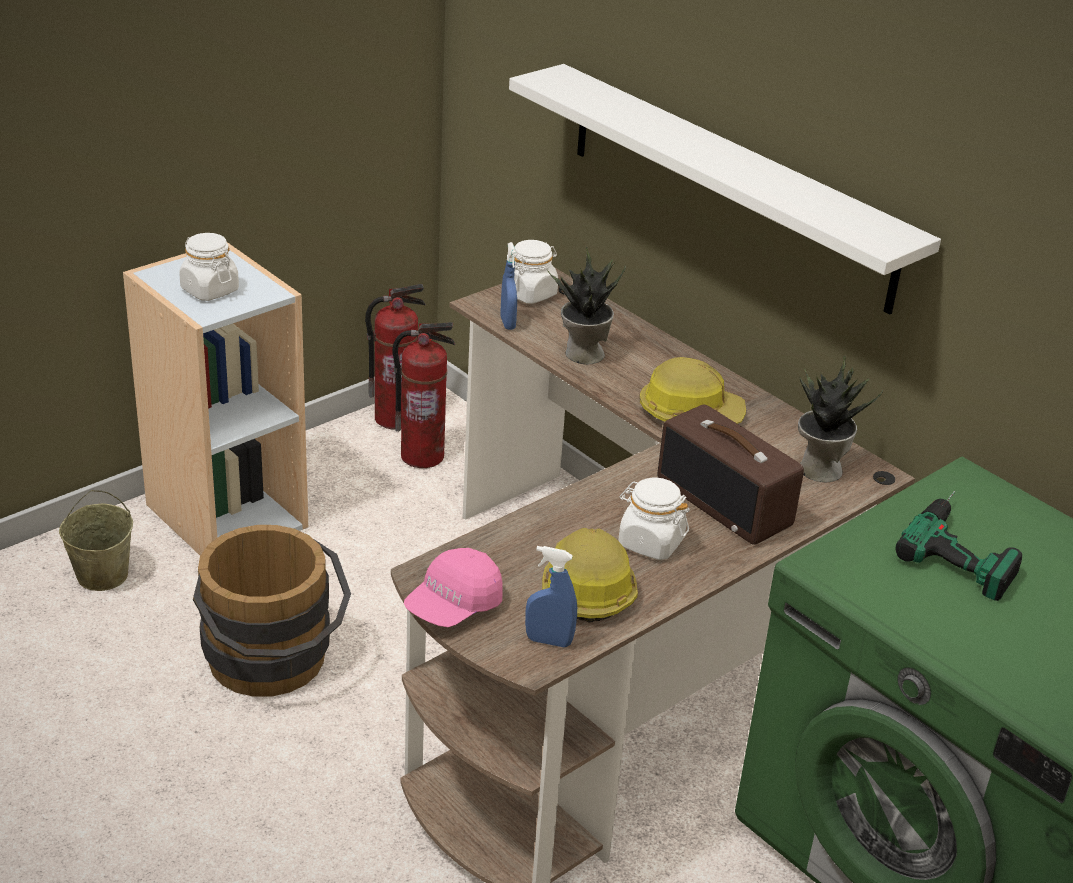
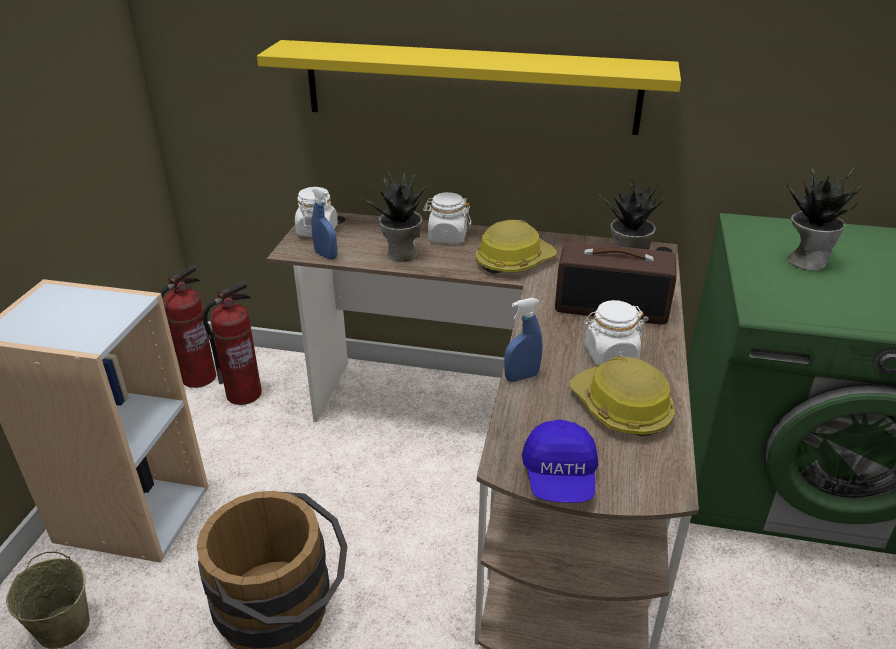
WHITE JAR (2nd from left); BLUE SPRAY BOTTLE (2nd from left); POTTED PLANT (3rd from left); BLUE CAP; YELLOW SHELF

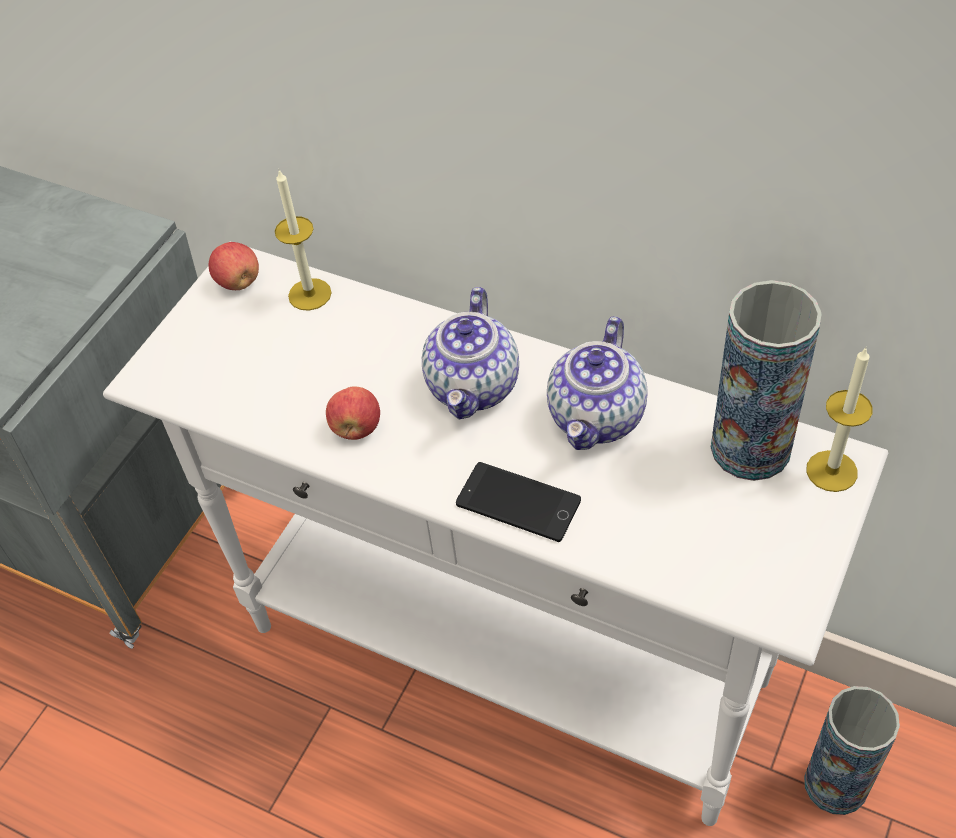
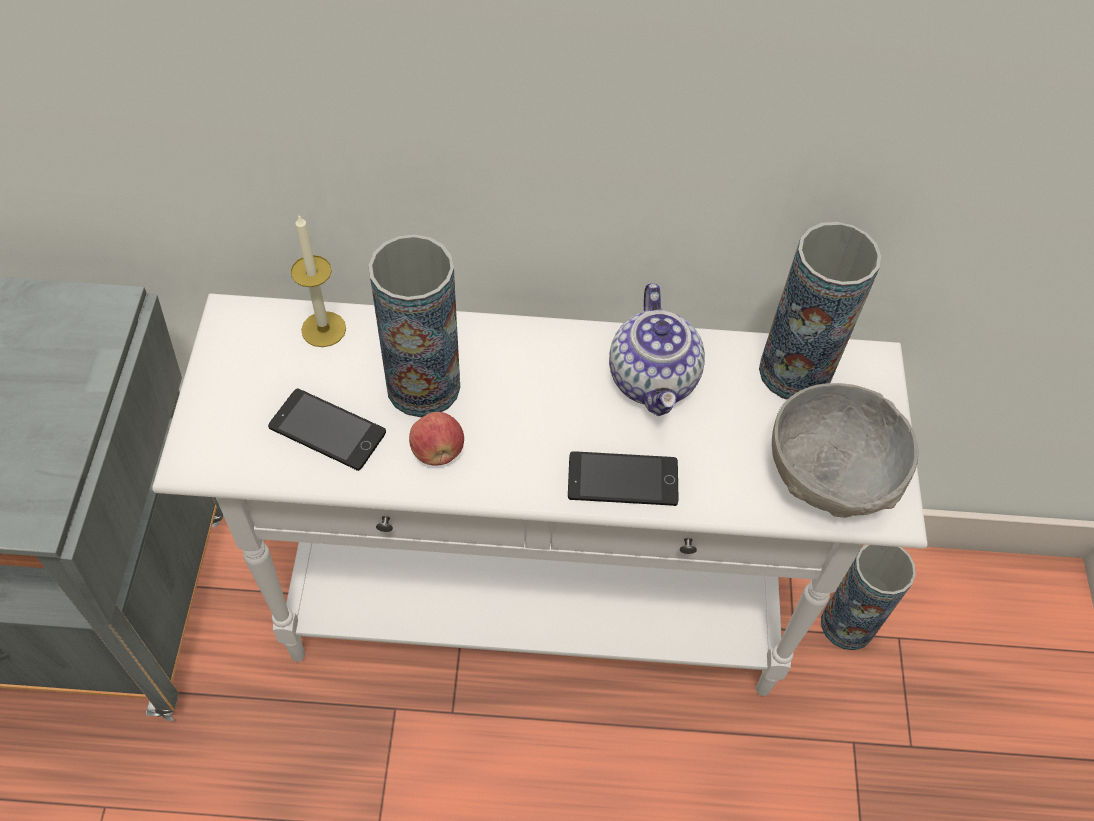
APPLE (1st from left in the first image); TEAPOT (1st from left in the first image); CANDLE (2nd from left in the first image); PHONE (1st from left); VASE (1st from left); GREY BOWL

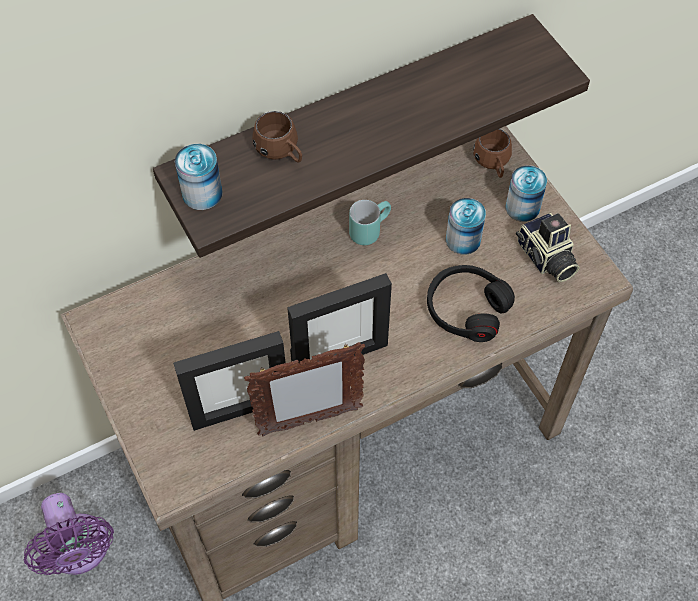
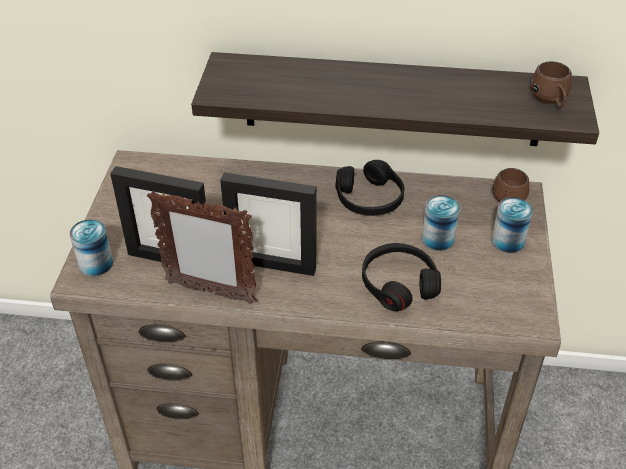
PURPLE FAN; PHOTO CAMERA; CAN (1st from left); BROWN MUG (2nd from left); BLACK HEADPHONES (1st from left)

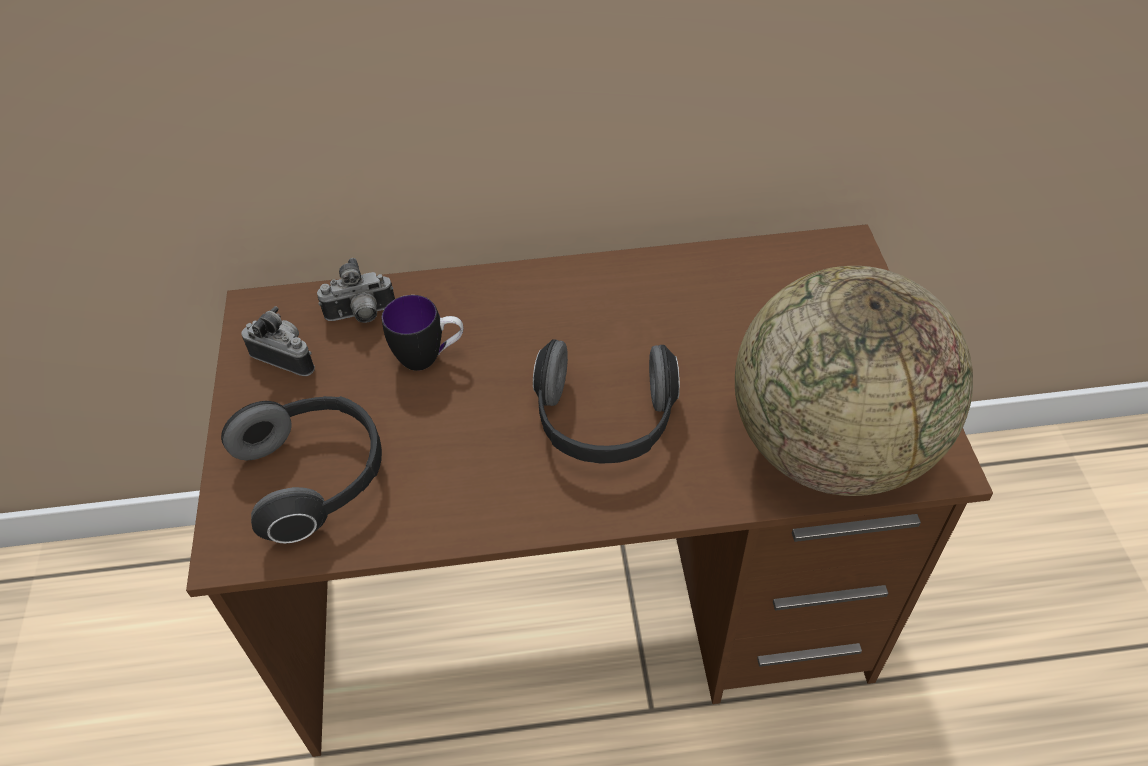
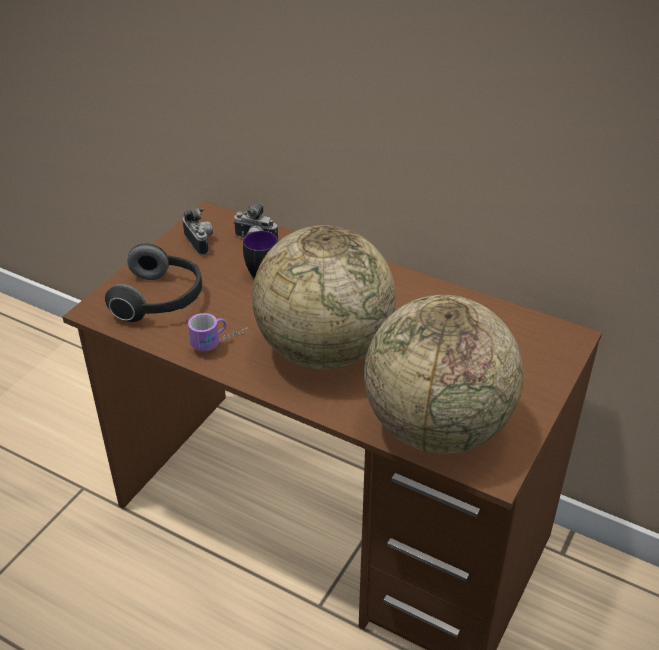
MUG (1st from left); GLOBE (1st from left)

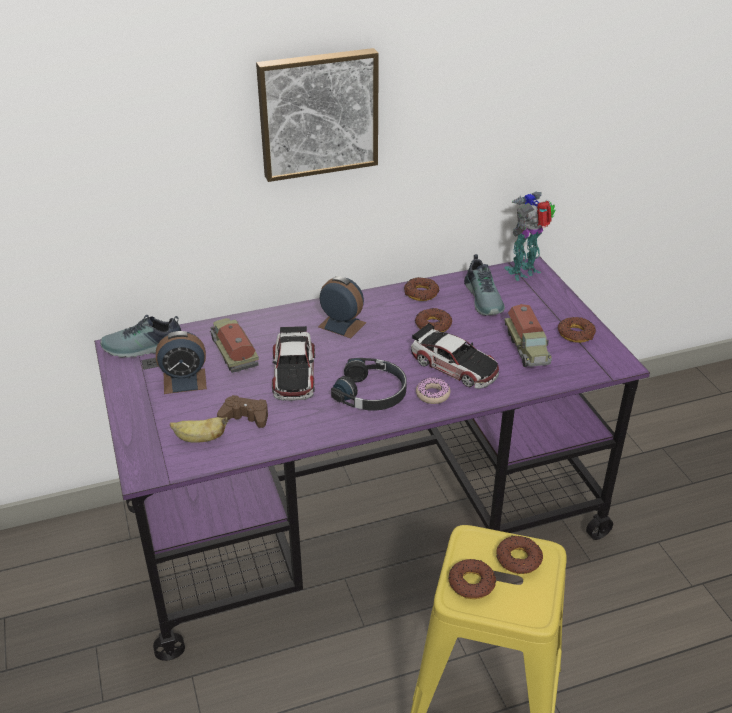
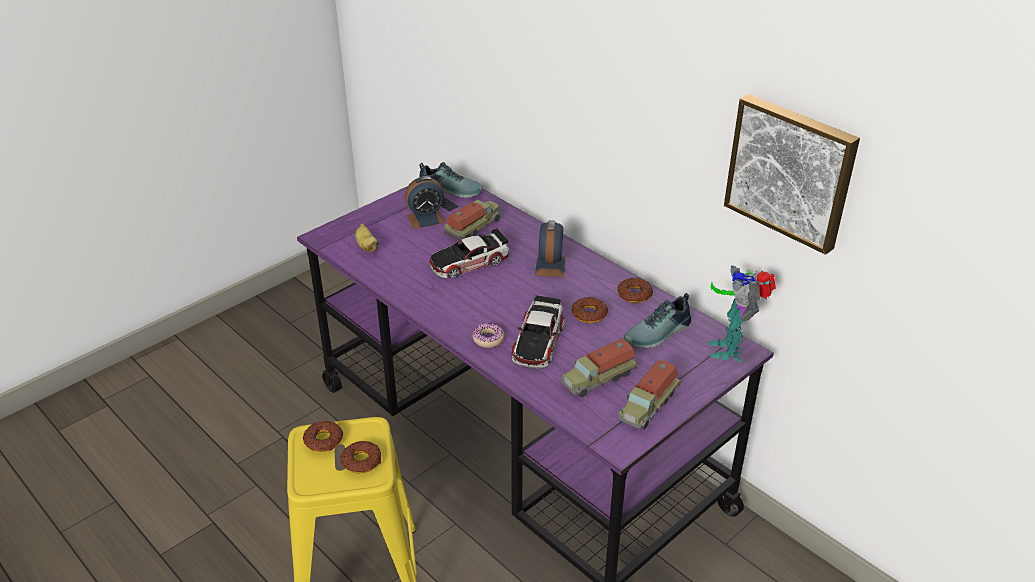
BROWN GAME CONTROLLER; BLACK HEADPHONES; PICTURE; TOY TRUCK (3rd from left); SHOE (1st from left); ALARM CLOCK (1st from left); TOY ROBOT

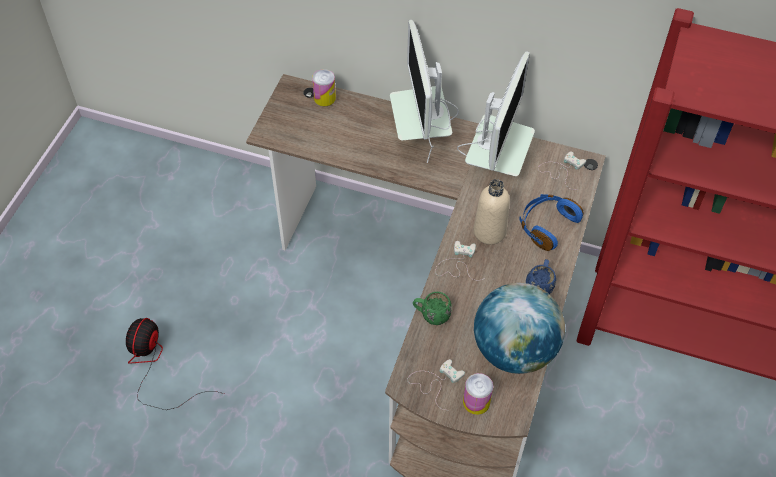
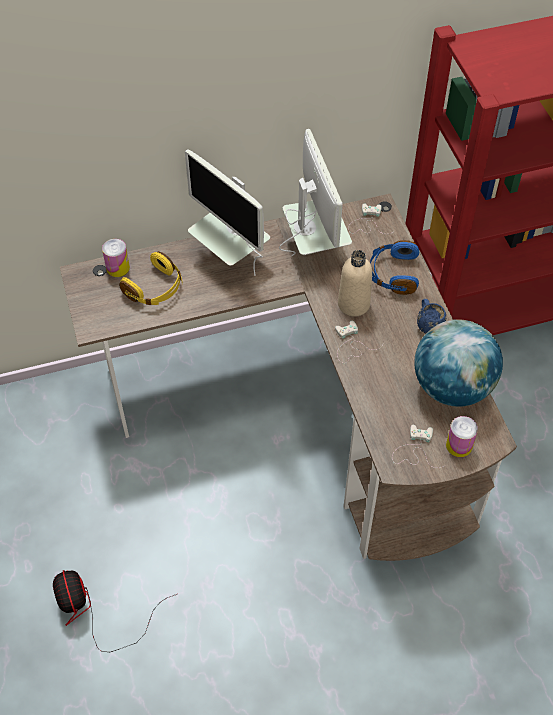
GREEN MUG; YELLOW HEADPHONES

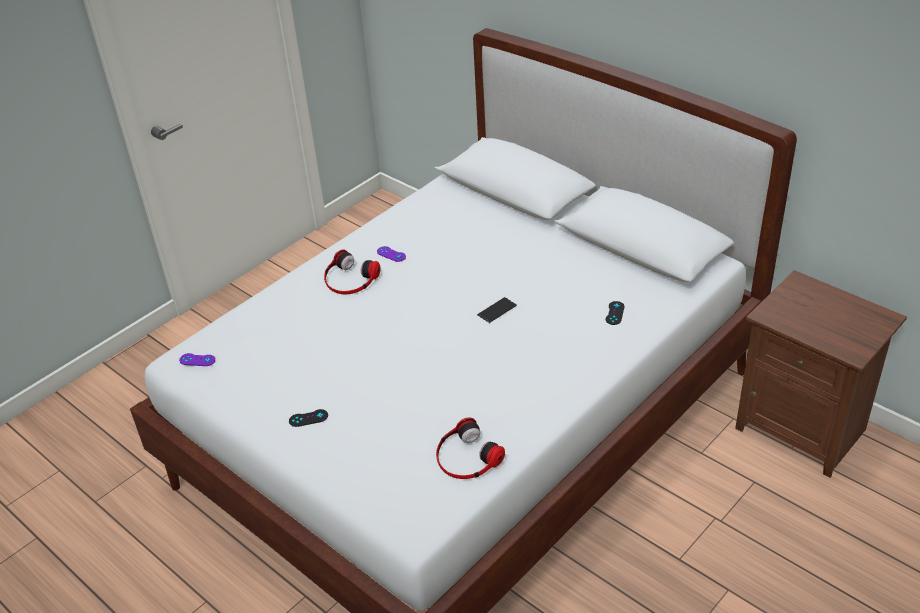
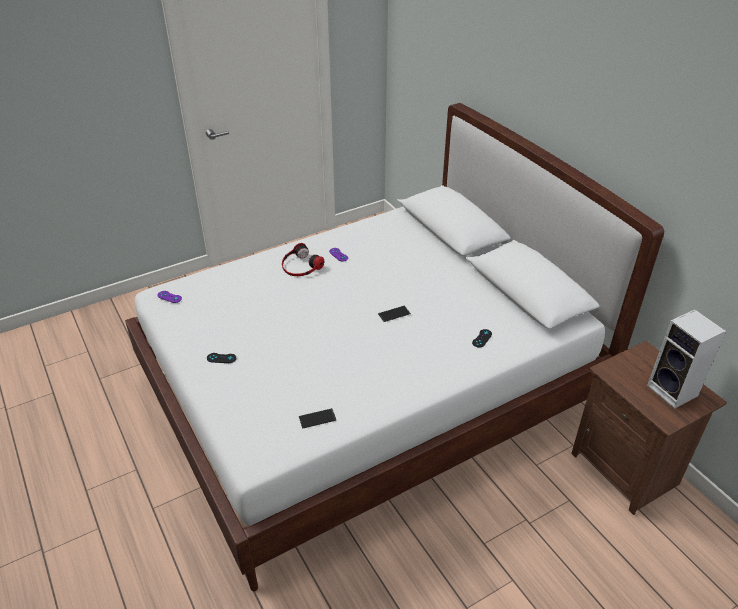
SPEAKER; PHONE (1st from left)

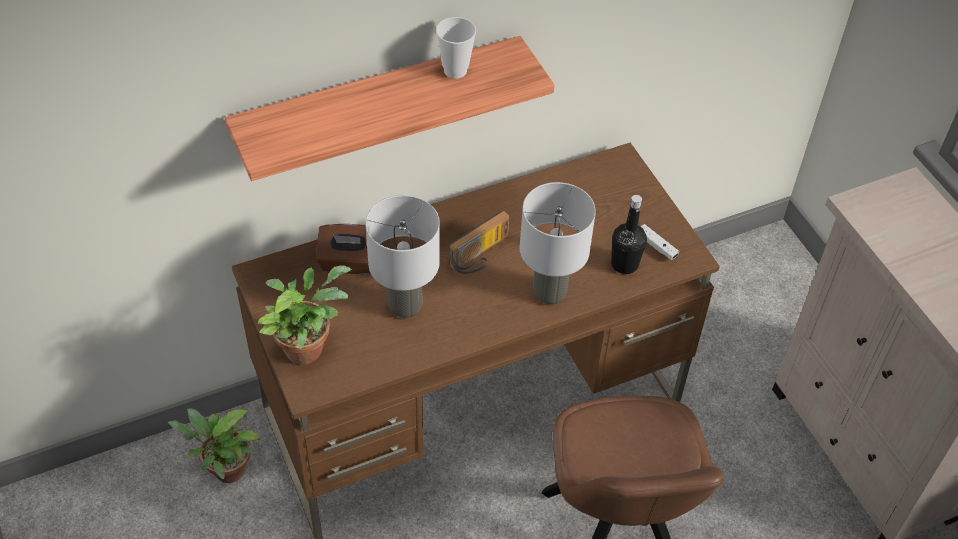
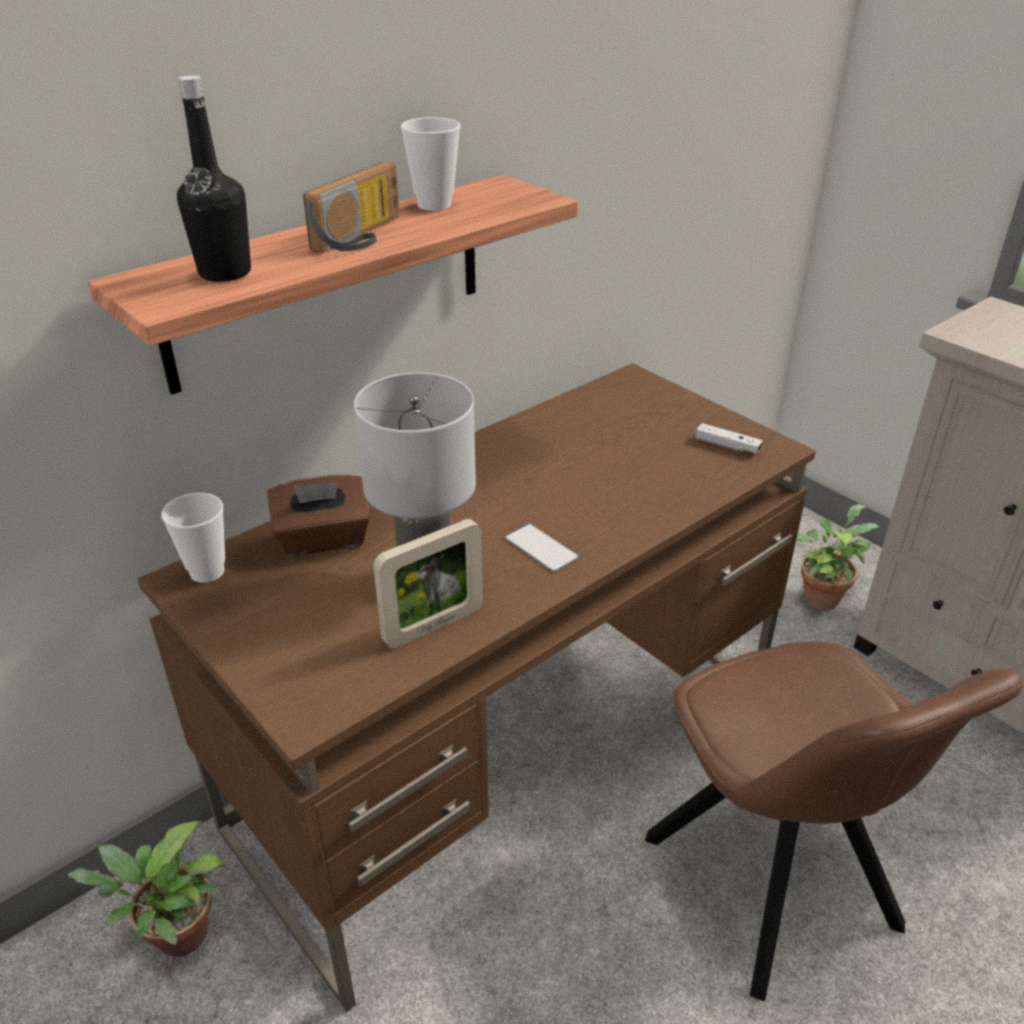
WHITE TABLE LAMP (2nd from left in the first image); CUP (1st from left); PICTURE FRAME; PHONE; POTTED PLANT (2nd from left); RADIO; BLACK BOTTLE

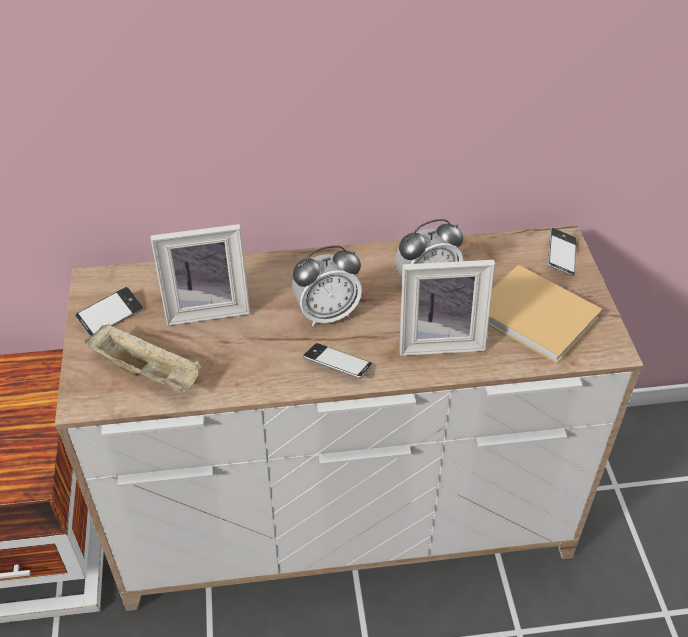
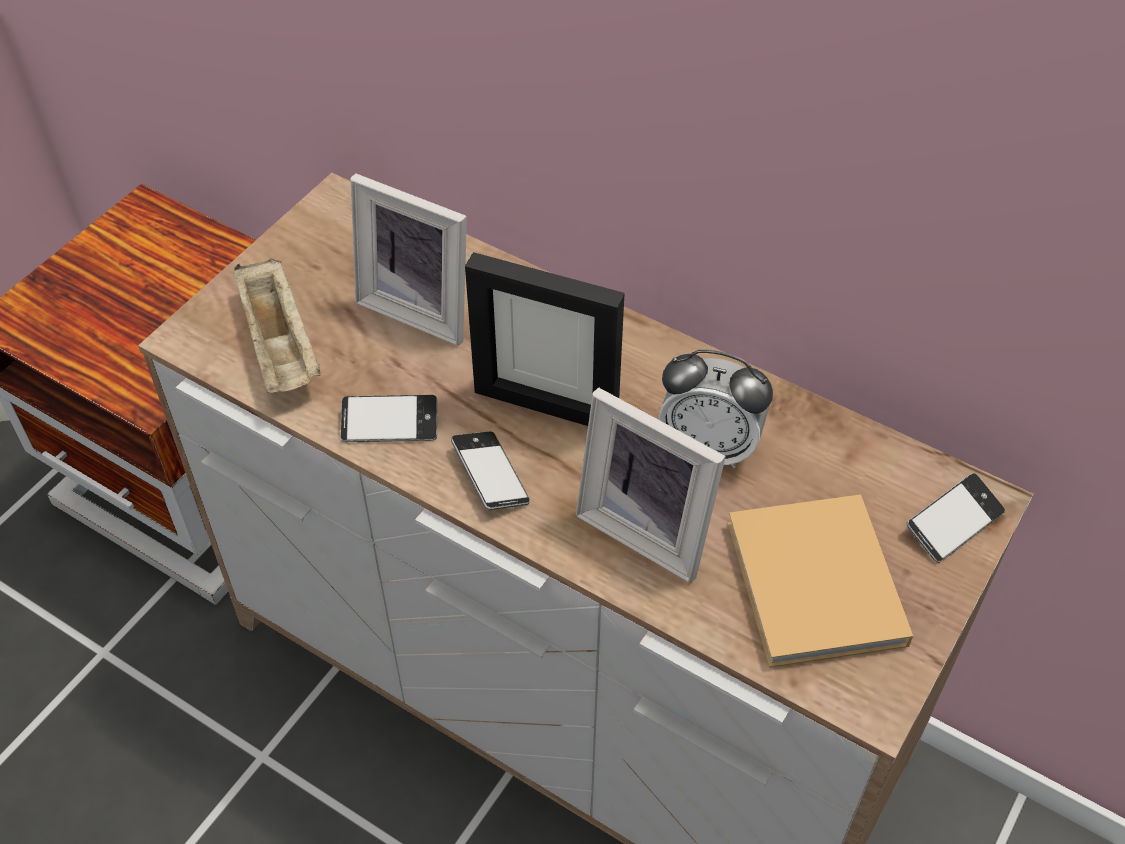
PHONE (1st from left); PICTURE FRAME (2nd from left)

